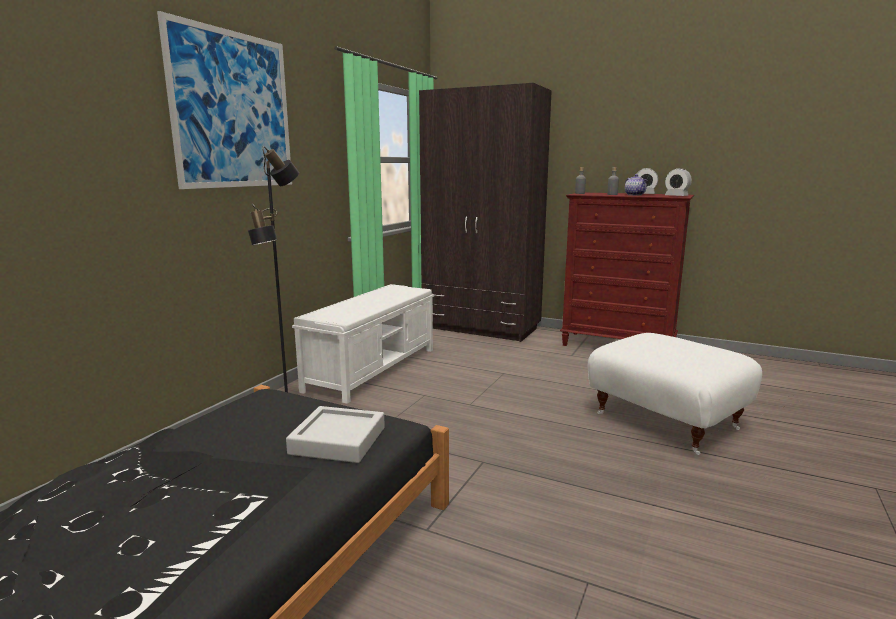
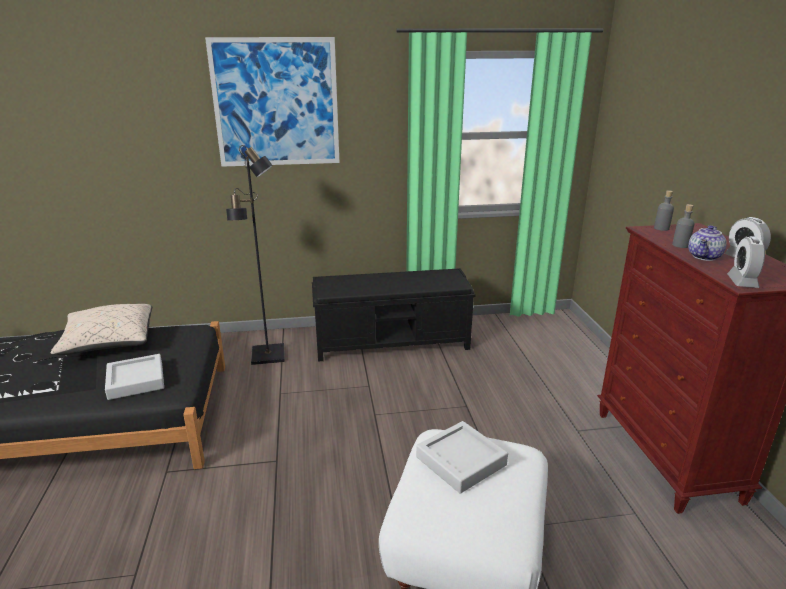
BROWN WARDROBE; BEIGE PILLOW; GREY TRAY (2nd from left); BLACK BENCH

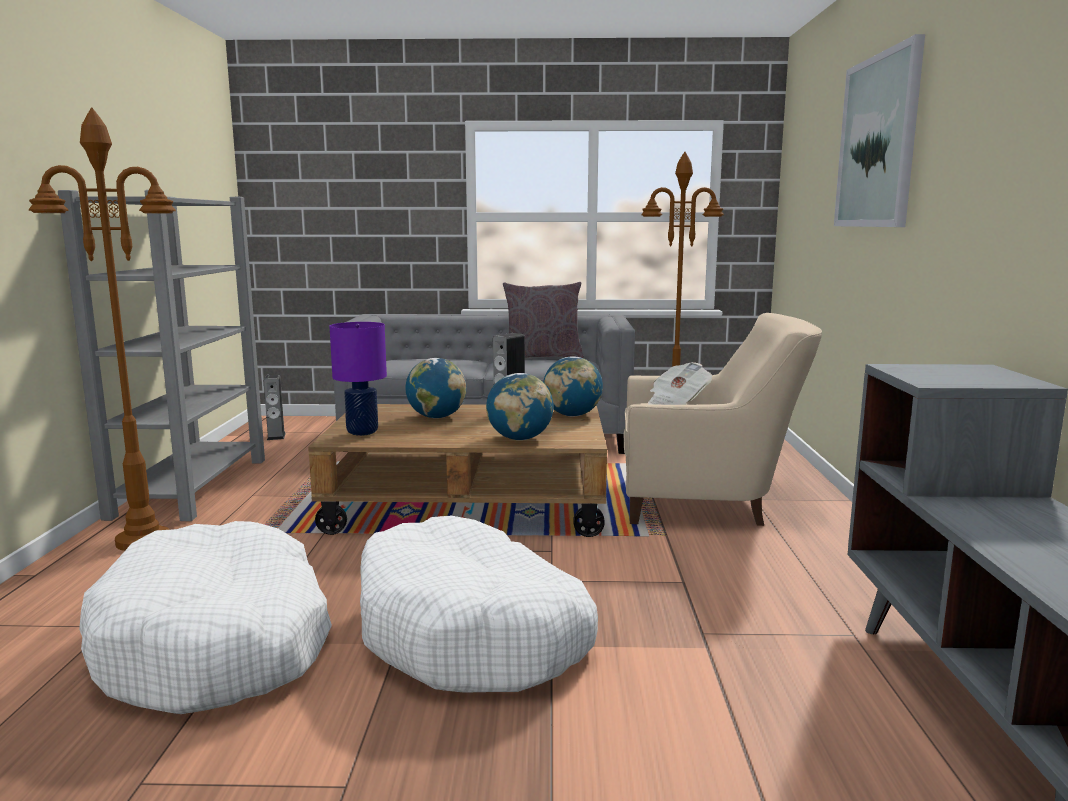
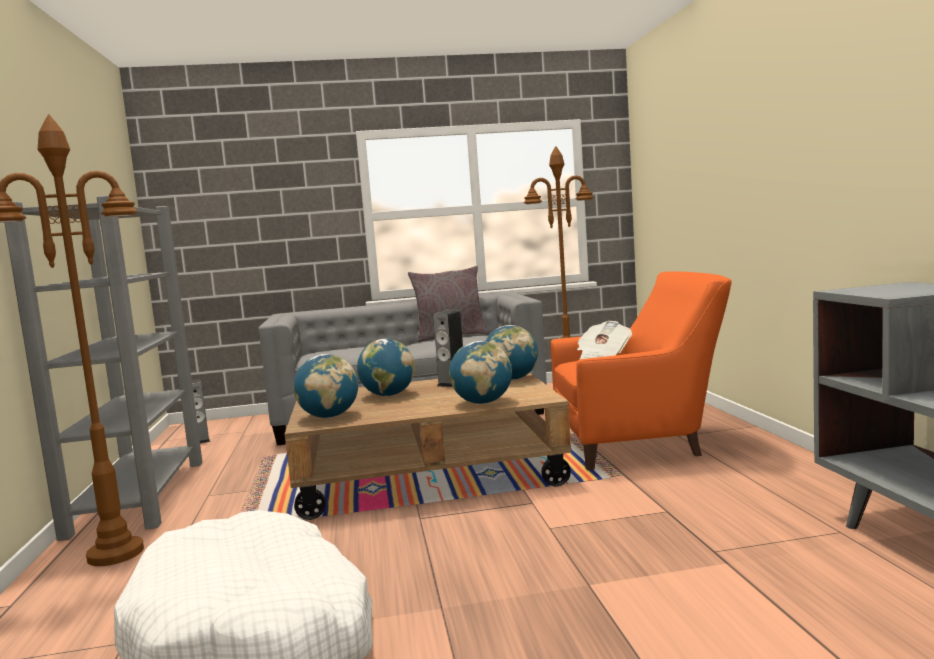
WHITE DOG BED (2nd from left in the first image); PICTURE; GLOBE (1st from left); ORANGE ARMCHAIR

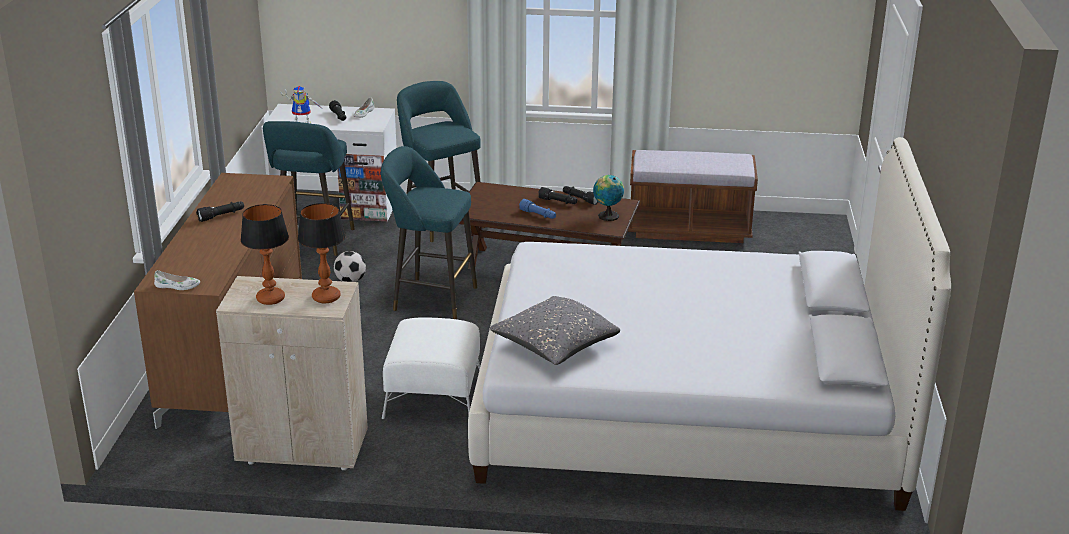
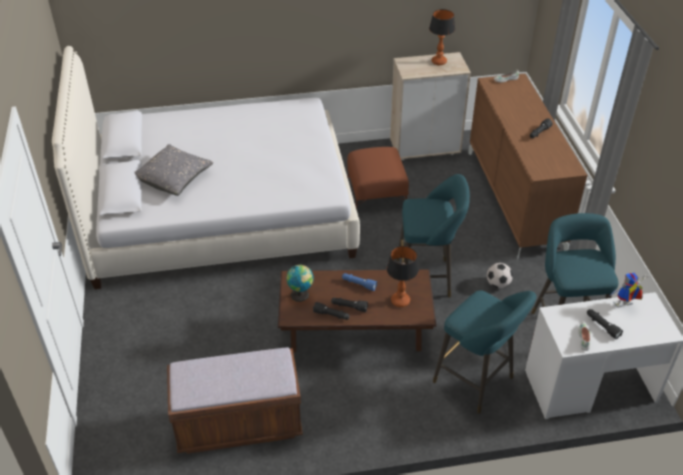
TABLE LAMP (1st from left); GREY PILLOW; BROWN OTTOMAN

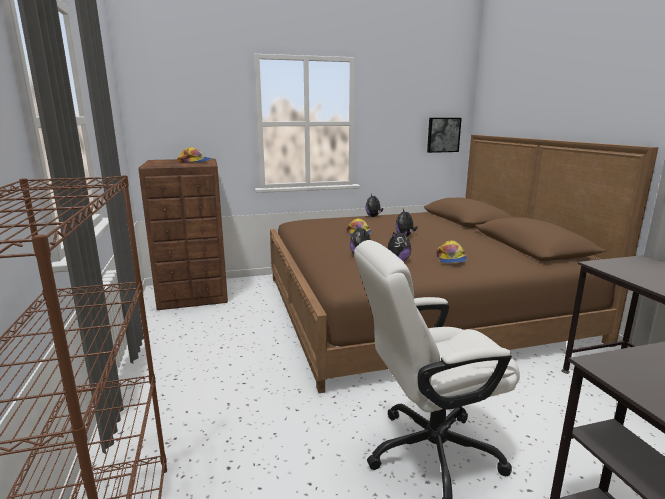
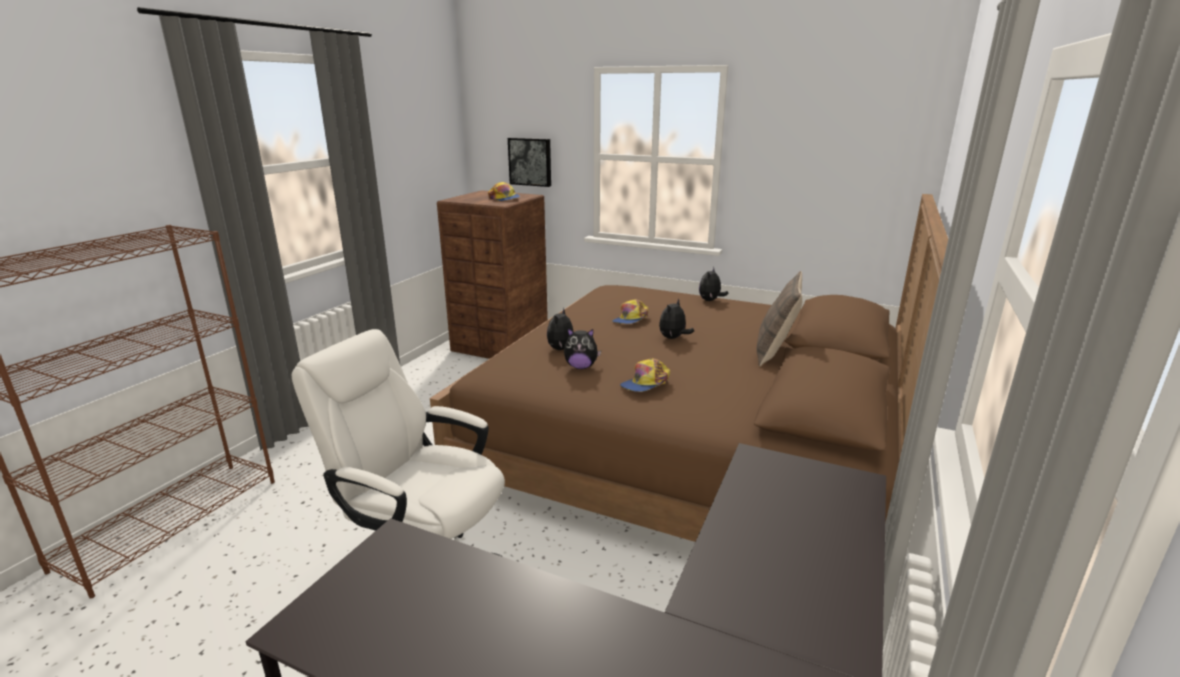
PILLOW; PICTURE

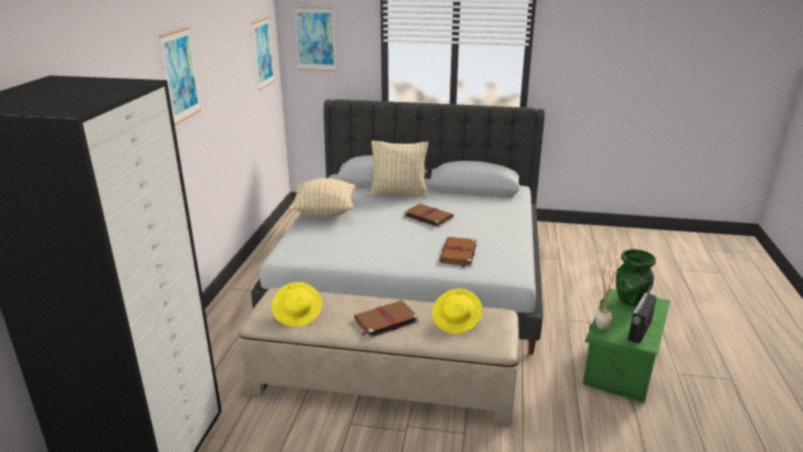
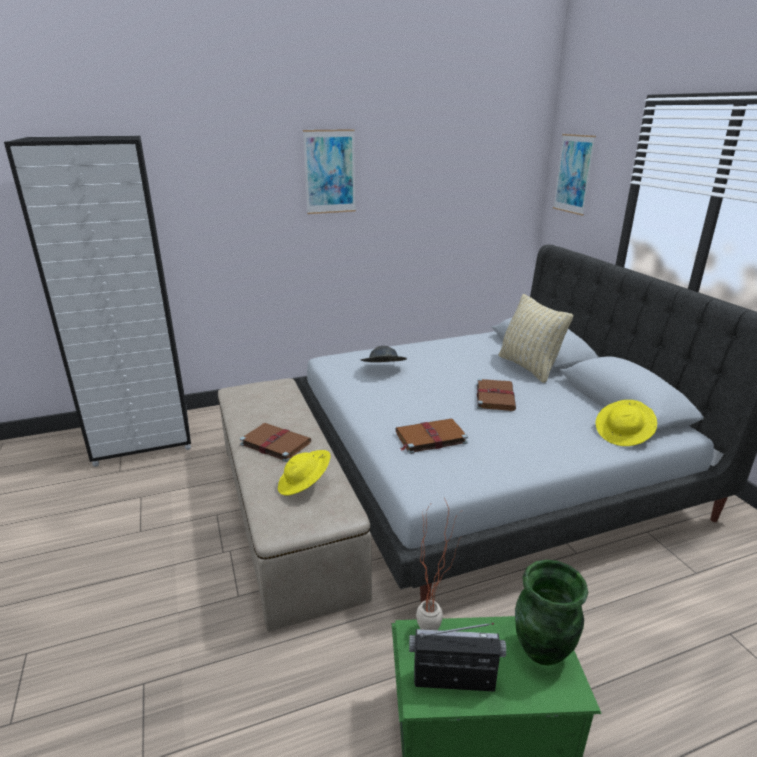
PICTURE (2nd from left in the first image); BEIGE PILLOW (1st from left in the first image); GREY HAT; YELLOW HAT (2nd from left)

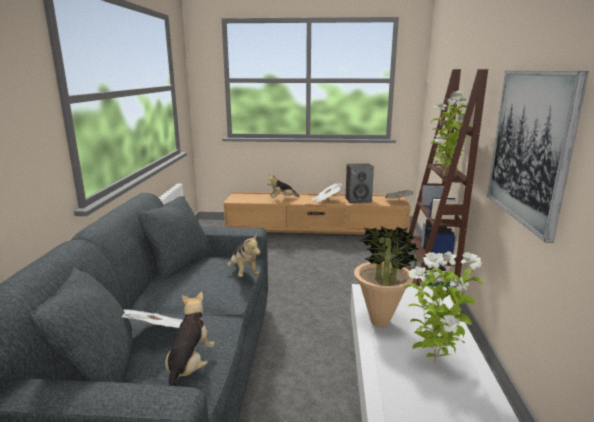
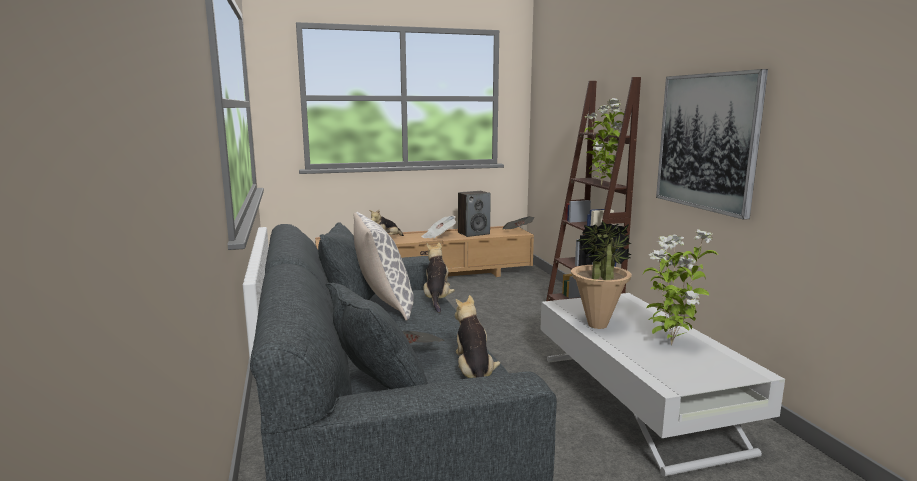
PILLOW; PLUSH TOY (2nd from left)

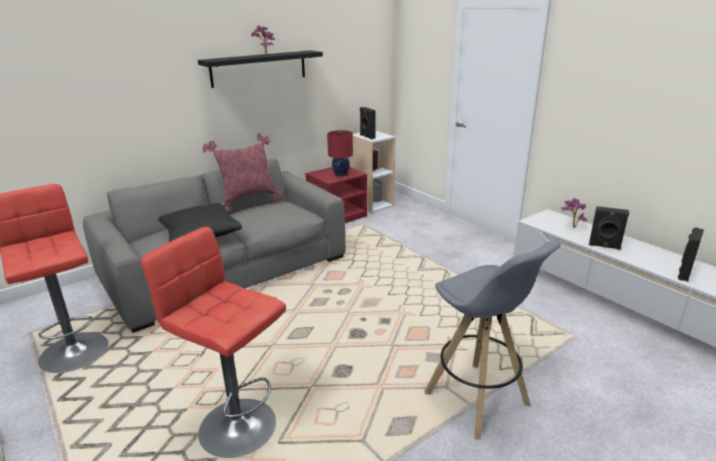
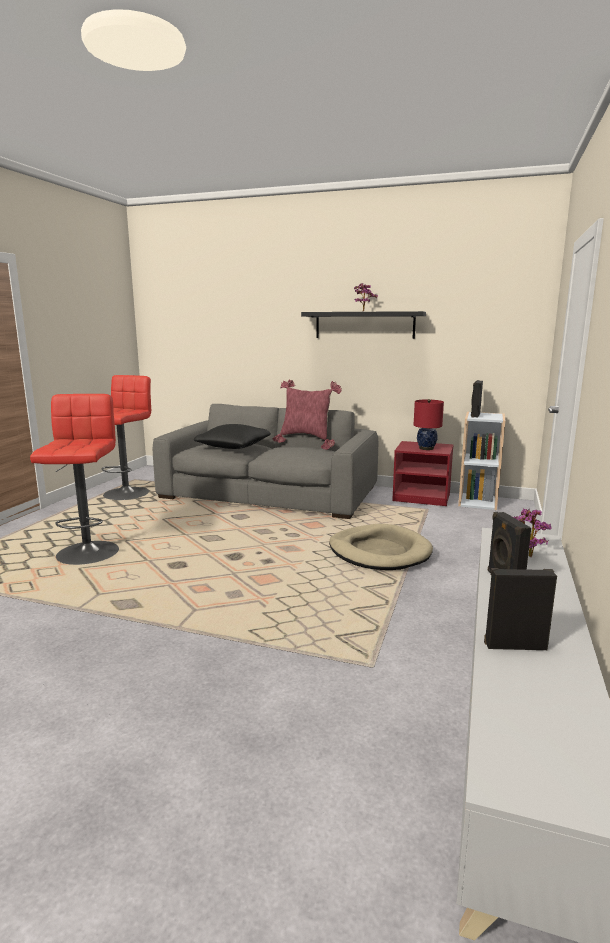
GREY STOOL; BEIGE DOG BED

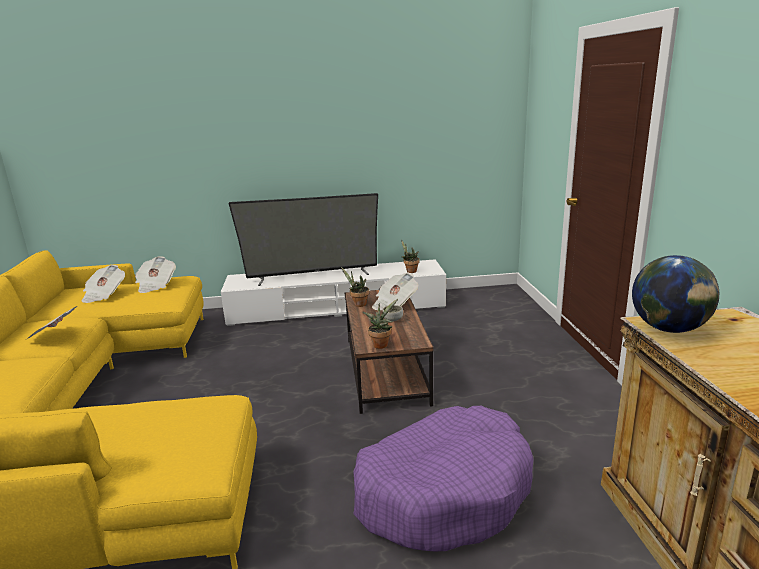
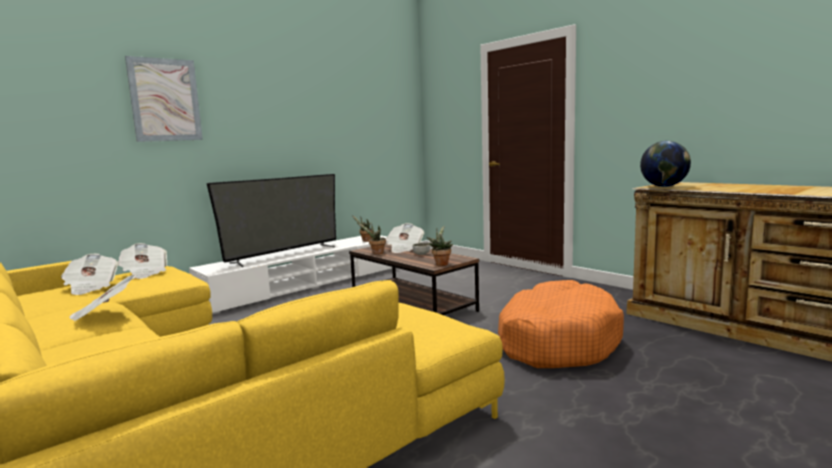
PICTURE; ORANGE DOG BED

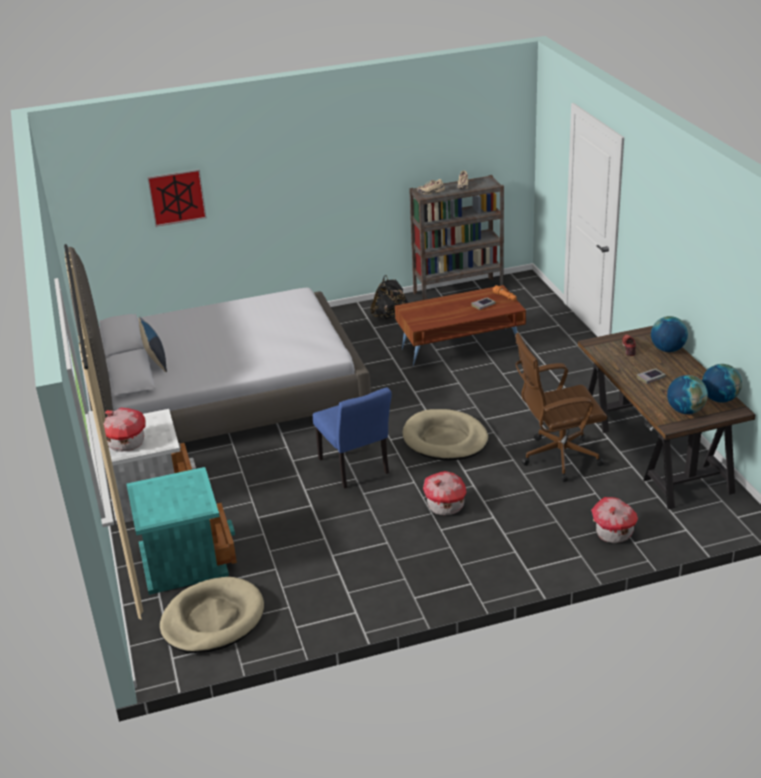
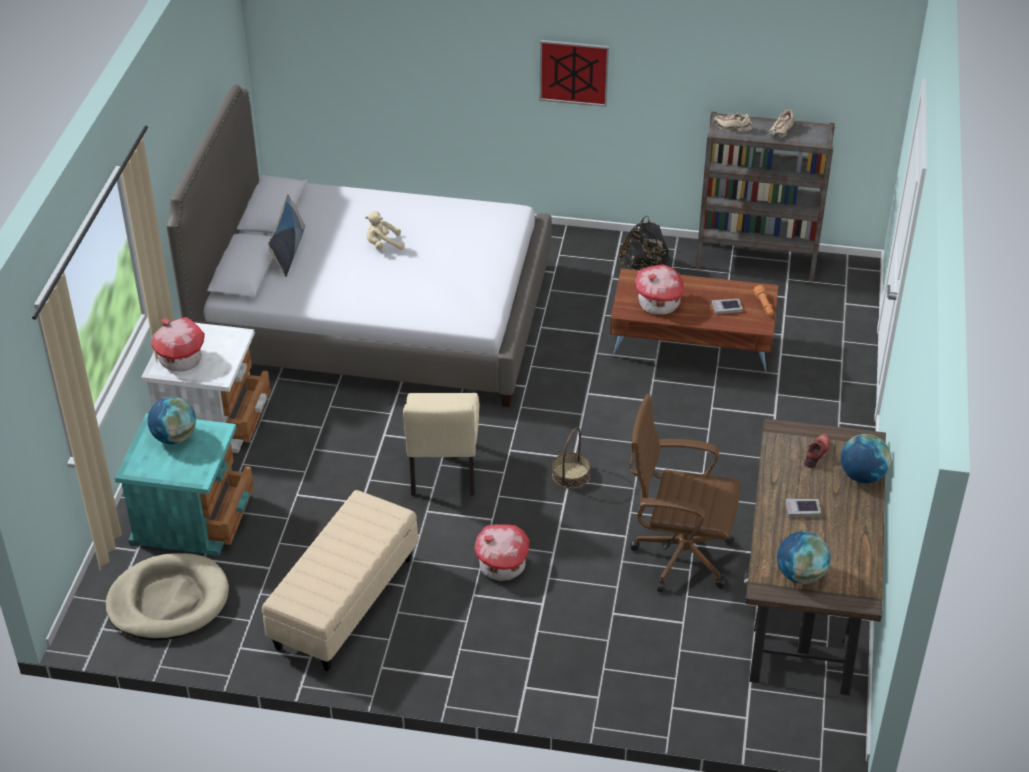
BEIGE OTTOMAN; BEIGE PLUSH TOY; PICTURE; TOY HOUSE (3rd from left); GLOBE (1st from left); BASKET; BEIGE CHAIR

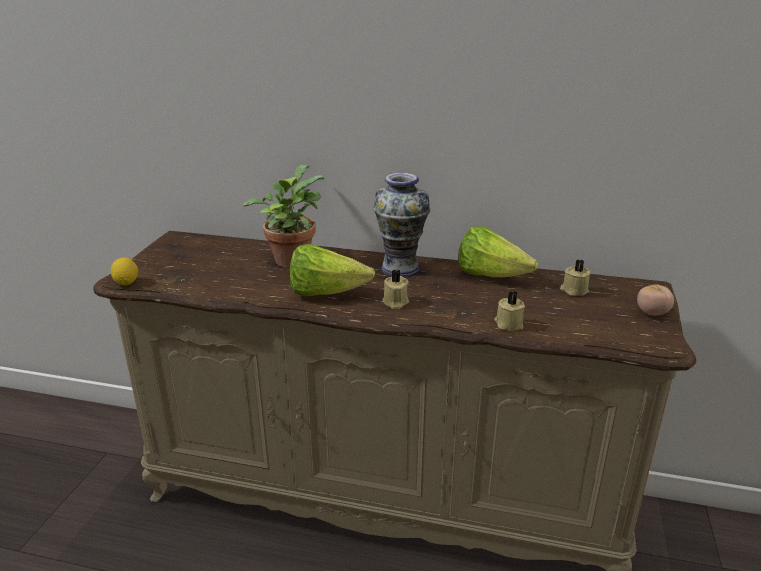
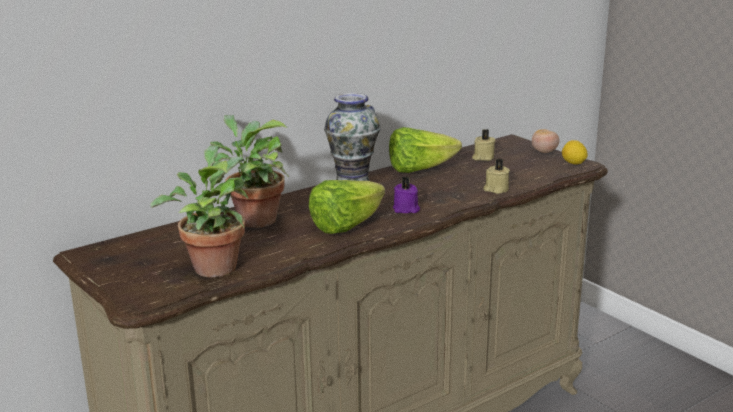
POTTED PLANT (1st from left); LEMON; PURPLE CANDLE

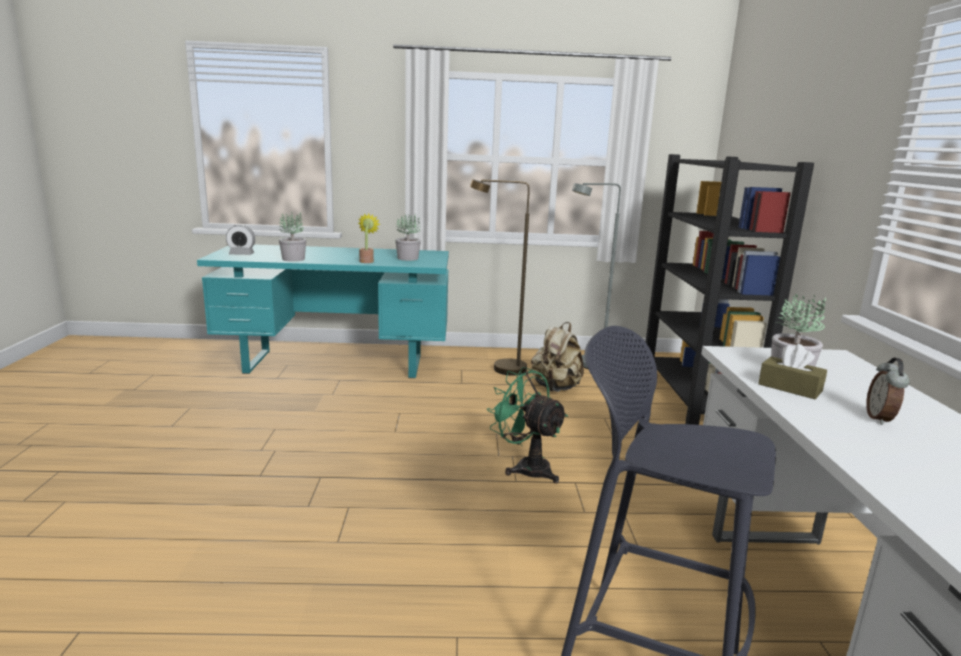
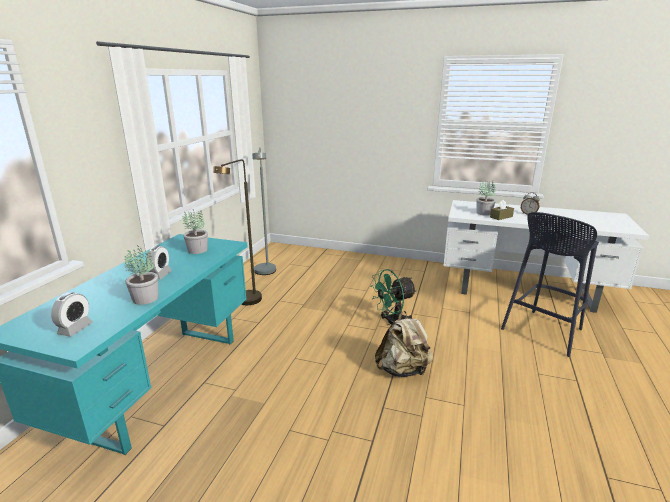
POTTED PLANT (2nd from left in the first image); BLACK BOOKCASE; ALARM CLOCK (2nd from left); BEIGE BACKPACK

